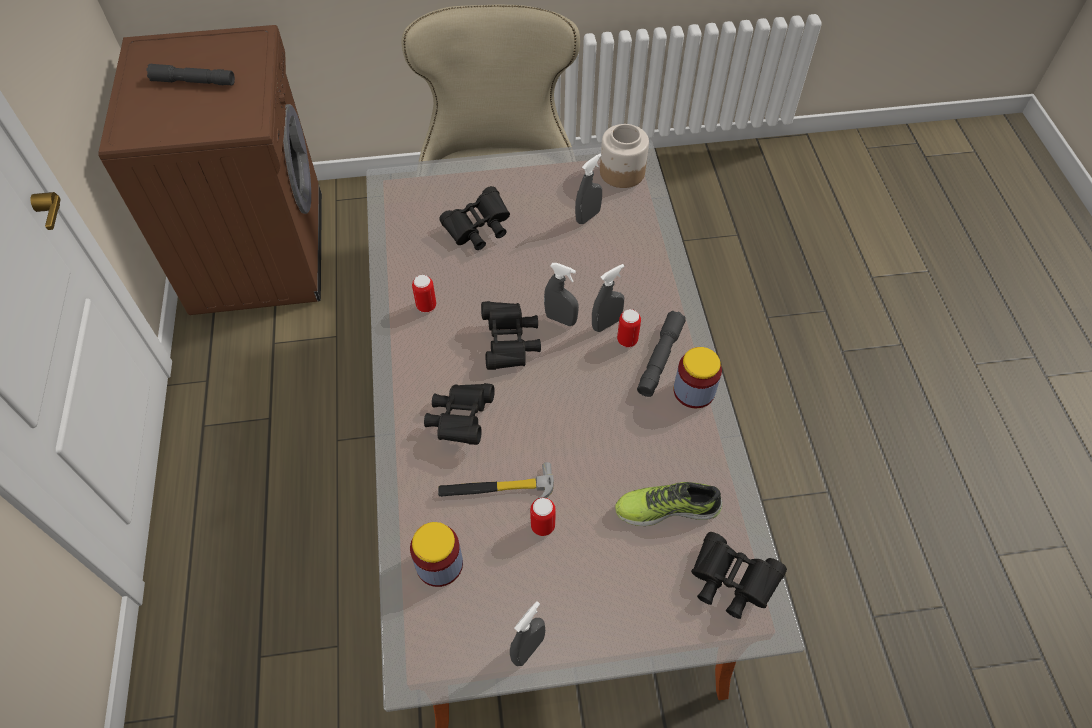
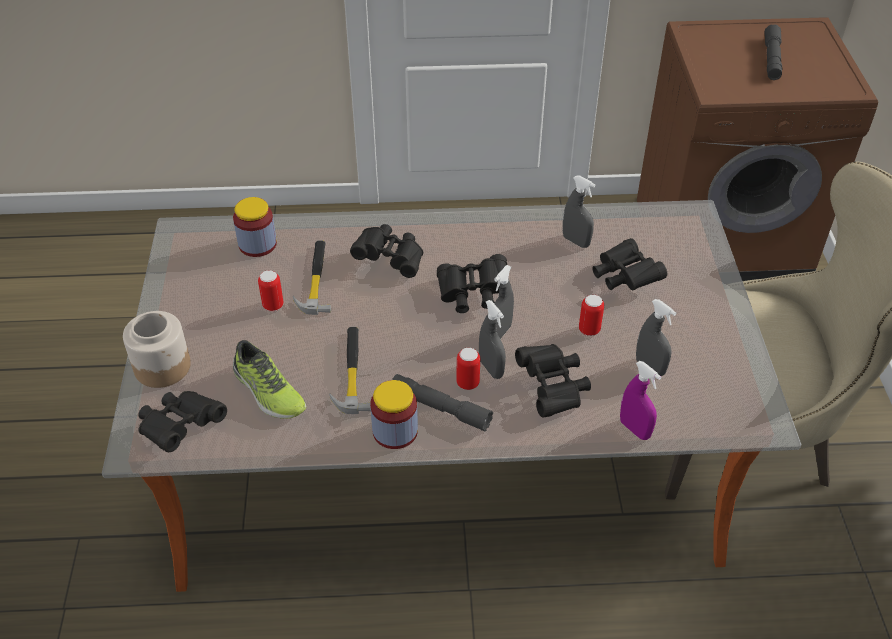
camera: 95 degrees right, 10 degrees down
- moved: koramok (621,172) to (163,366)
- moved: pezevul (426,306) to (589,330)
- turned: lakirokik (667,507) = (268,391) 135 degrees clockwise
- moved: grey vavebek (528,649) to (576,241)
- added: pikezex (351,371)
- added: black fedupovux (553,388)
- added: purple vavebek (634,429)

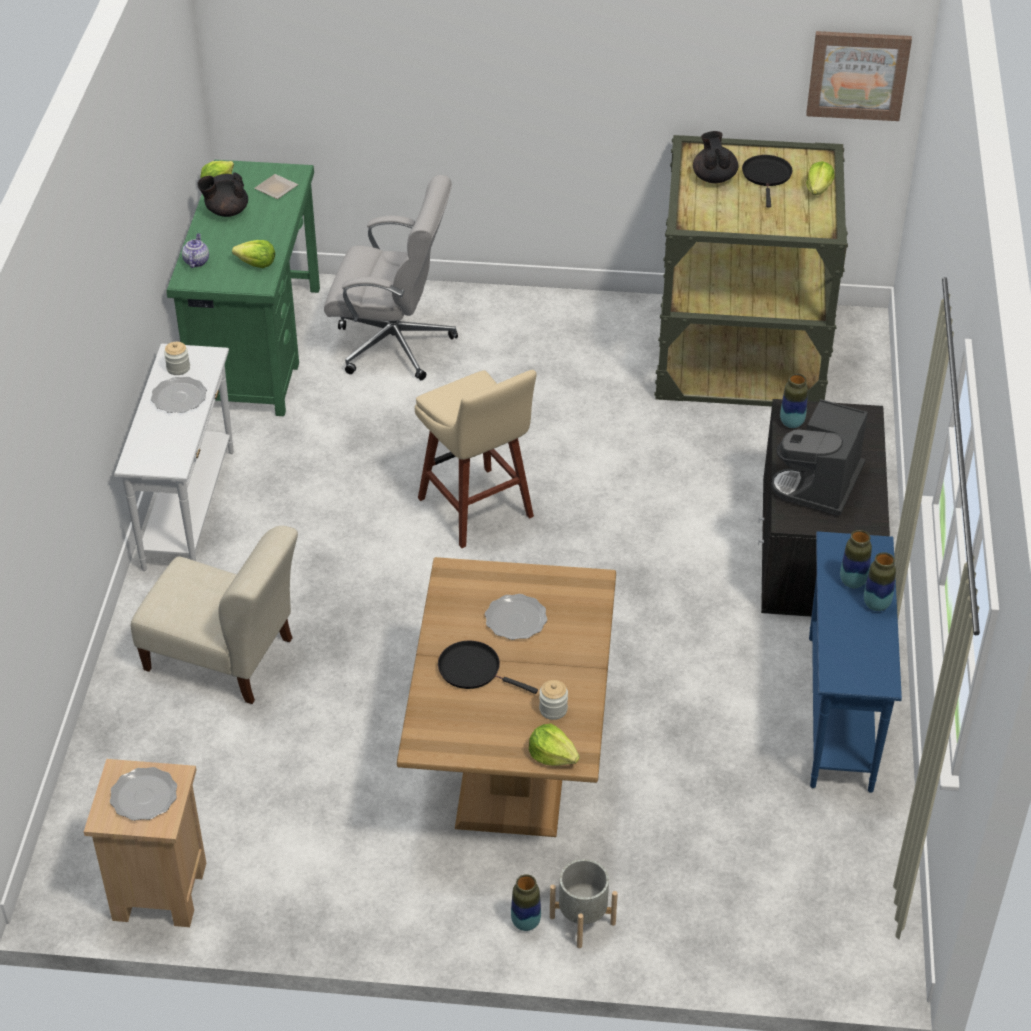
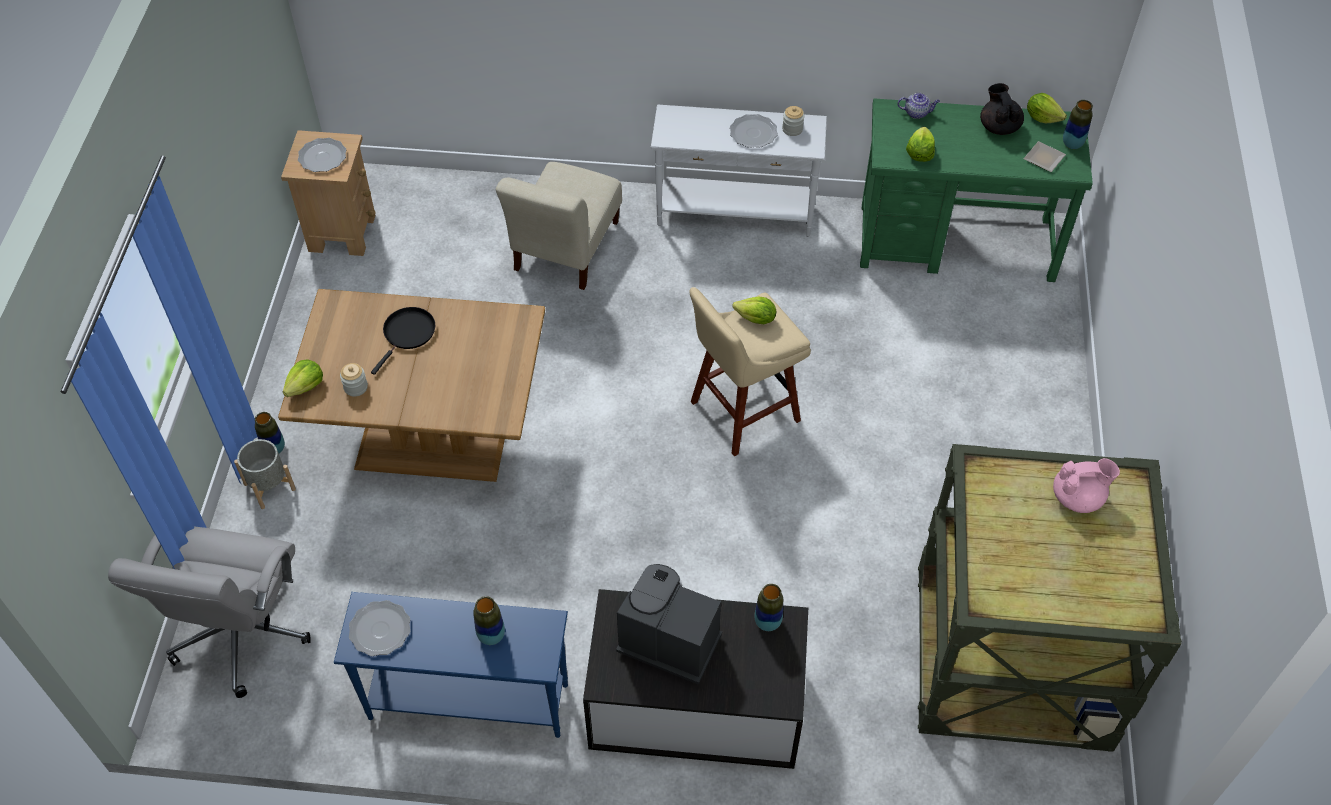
camera: 90 degrees right, 10 degrees up
- removed: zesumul (858,74)
- recoloured: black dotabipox (714,177) to pink dotabipox (1078,497)
- removed: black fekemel (767,176)
- moved: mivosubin (818,189) to (756,319)
- moved: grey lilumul (393,344) to (241,631)
- moved: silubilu (876,604) to (1072,144)
- moved: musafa (515,619) to (380,629)

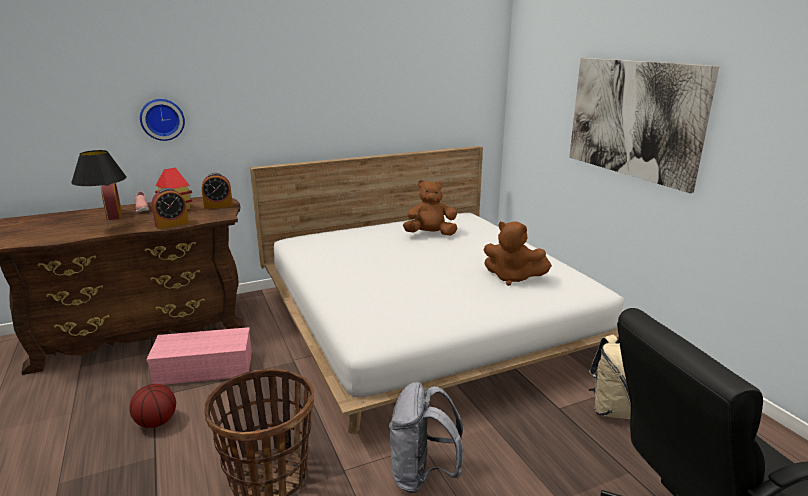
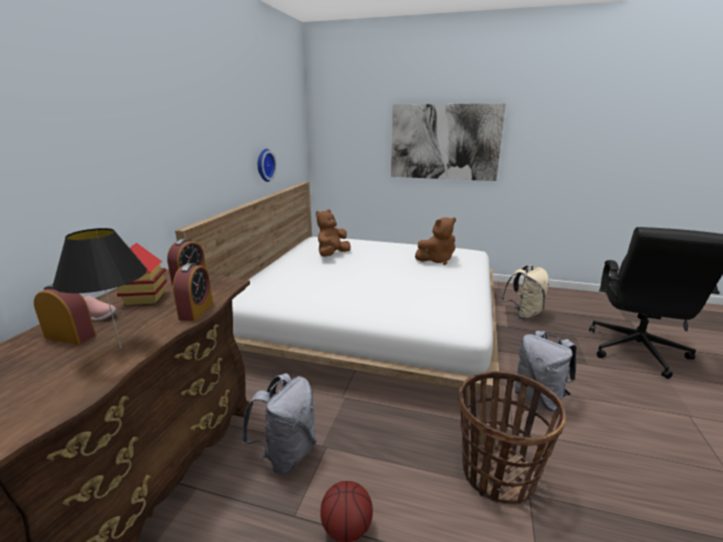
camera: 50 degrees left, 0 degrees up
- moved: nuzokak (162,119) to (264,165)
- replaced: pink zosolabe (206,367) to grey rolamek (286,454)

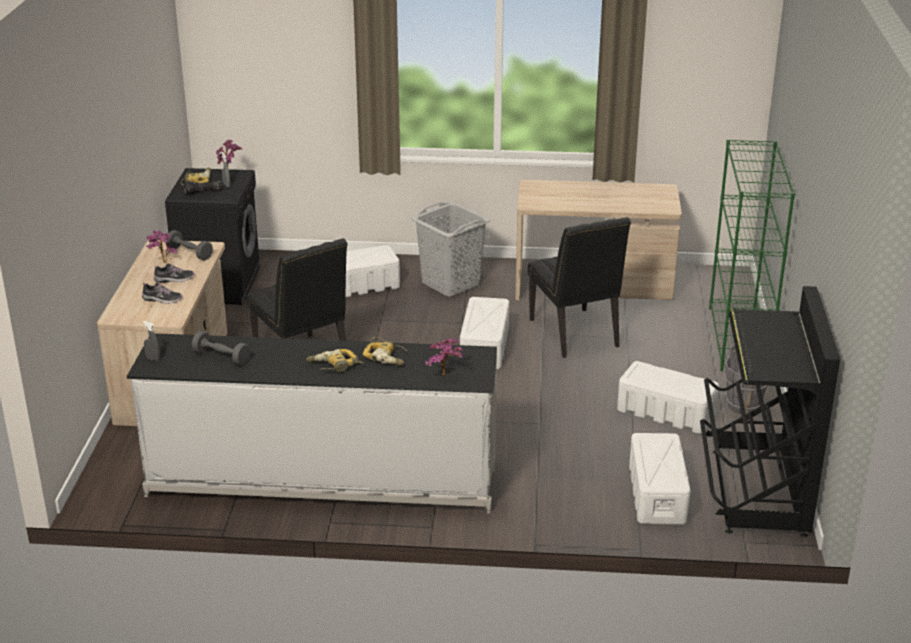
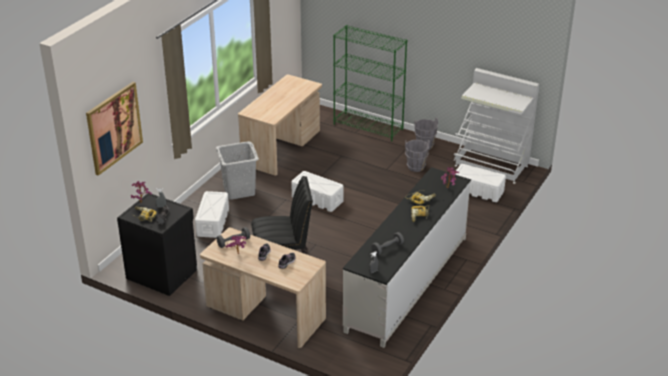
camera: 65 degrees left, 5 degrees up
- removed: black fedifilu (573,333)
- recoloured: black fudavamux (752,491) to white fudavamux (490,167)
- replaced: white zosolabe (665,412) to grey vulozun (416,167)
- added: zesumul (114,127)

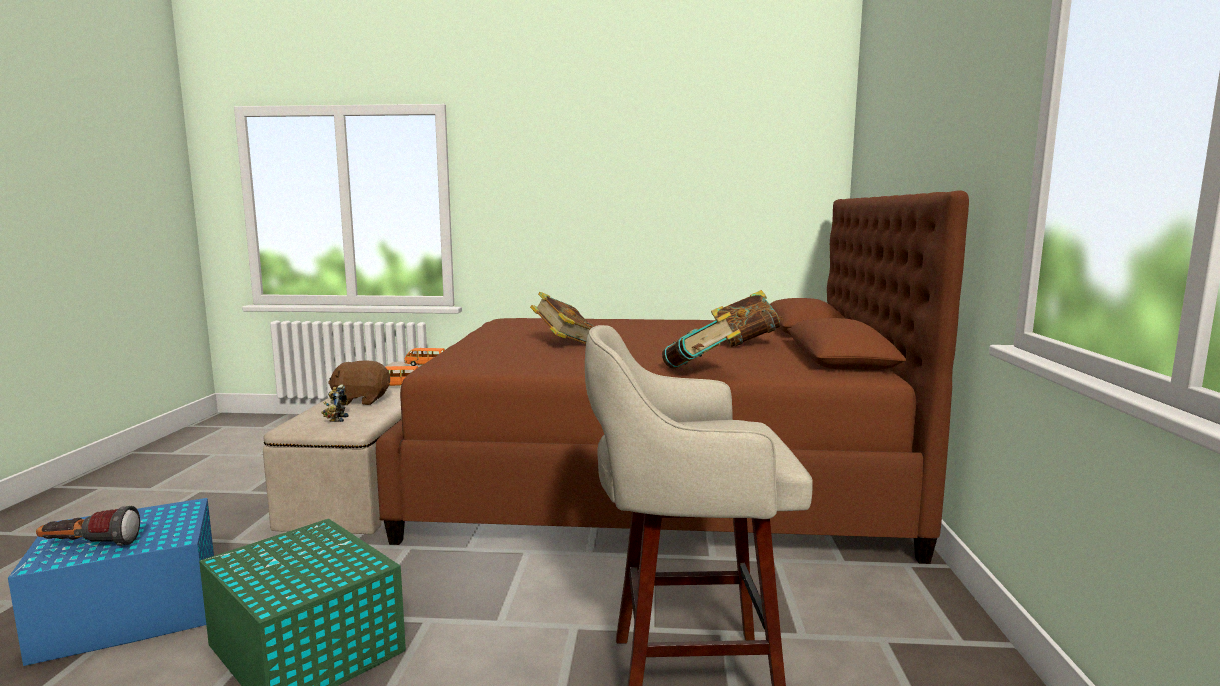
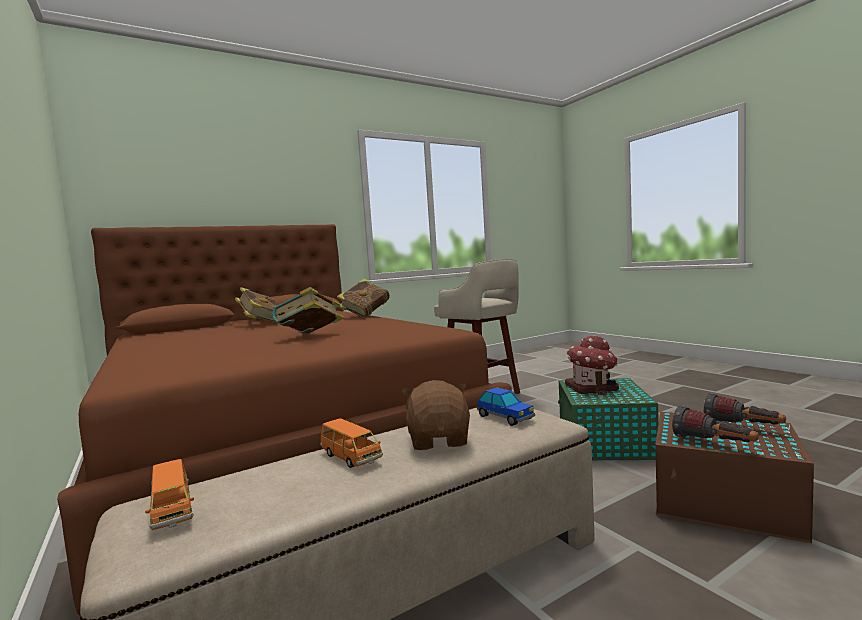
camera: 125 degrees left, 5 degrees down
- turned: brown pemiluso (361,400) = (439,440) 150 degrees counterclockwise
- replaced: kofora (336,419) to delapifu (505,418)
- recoloured: blue zosolabe (128,612) to brown zosolabe (727,503)
- added: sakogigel (592,388)
- added: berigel (714,444)

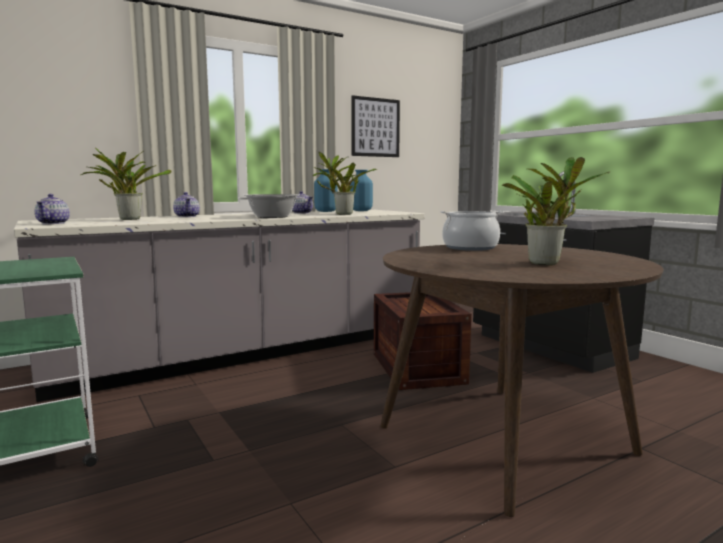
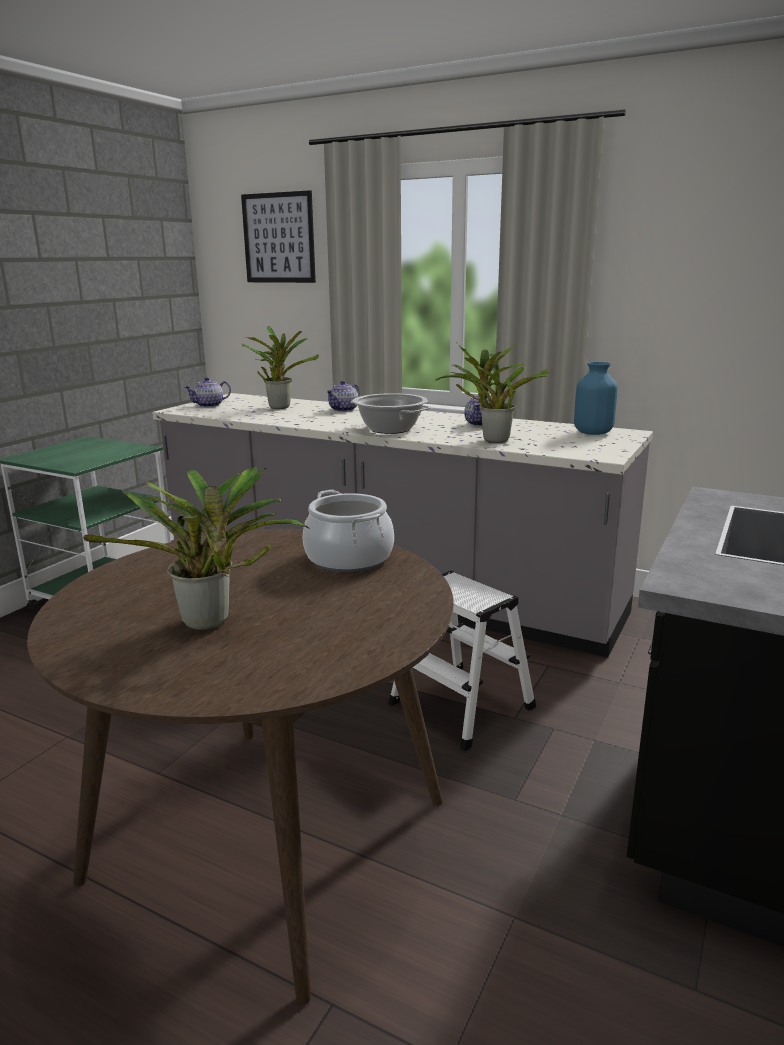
camera: 60 degrees right, 10 degrees up
- moved: zesumul (375,127) to (278,238)
- removed: blue silubilu (325,211)
- replaced: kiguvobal (417,367) to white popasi (462,705)

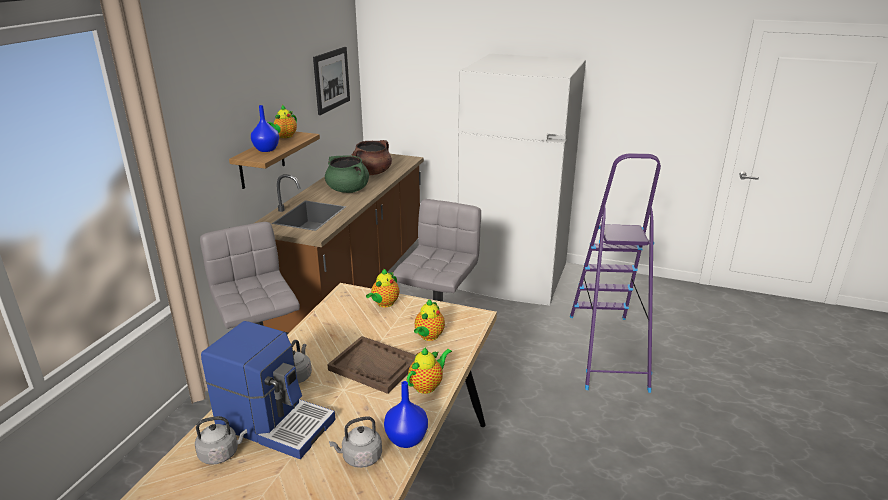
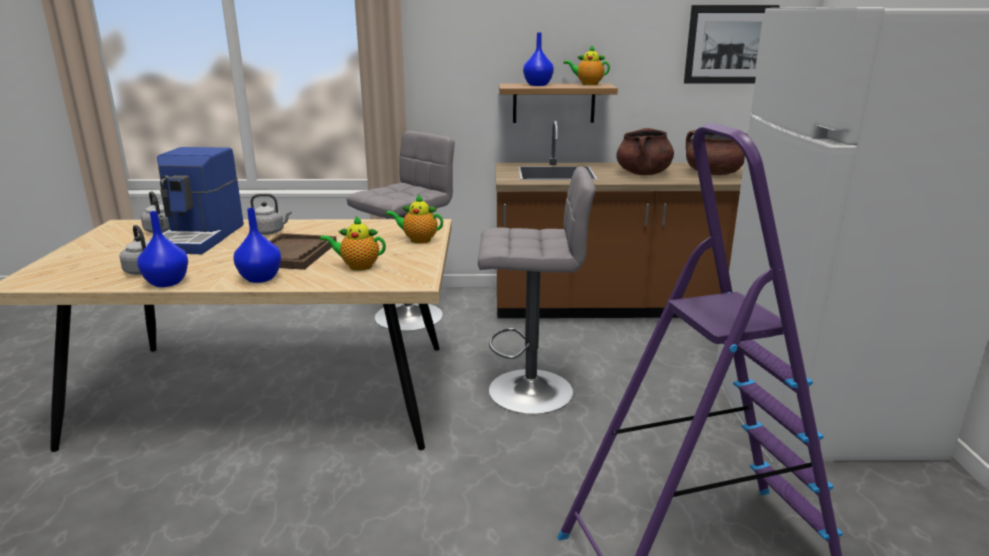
camera: 70 degrees right, 5 degrees down
- recoloured: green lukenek (348,190) to brown lukenek (643,173)
- replaced: dotabipox (427,386) to blue silubilu (259,278)

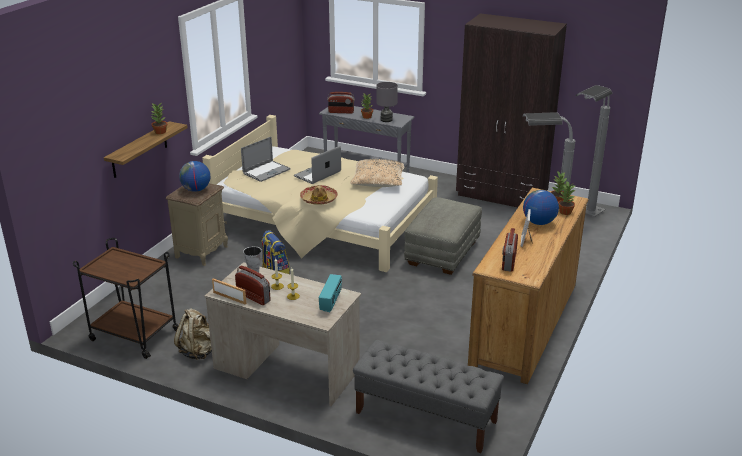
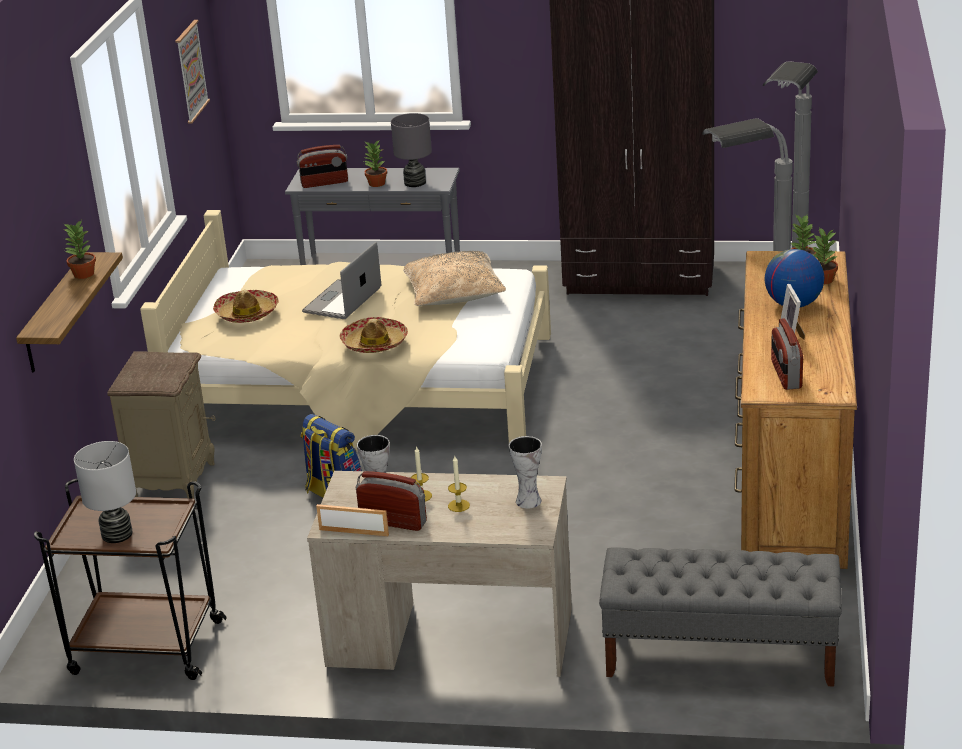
camera: 15 degrees left, 0 degrees up
- replaced: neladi (266,171) to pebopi (247,313)
- removed: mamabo (196,190)
- removed: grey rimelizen (442,253)
- replaced: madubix (331,302) to silubilu (527,500)
- removed: beige rolamek (198,351)
- added: zesumul (191,71)
- added: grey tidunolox (117,535)

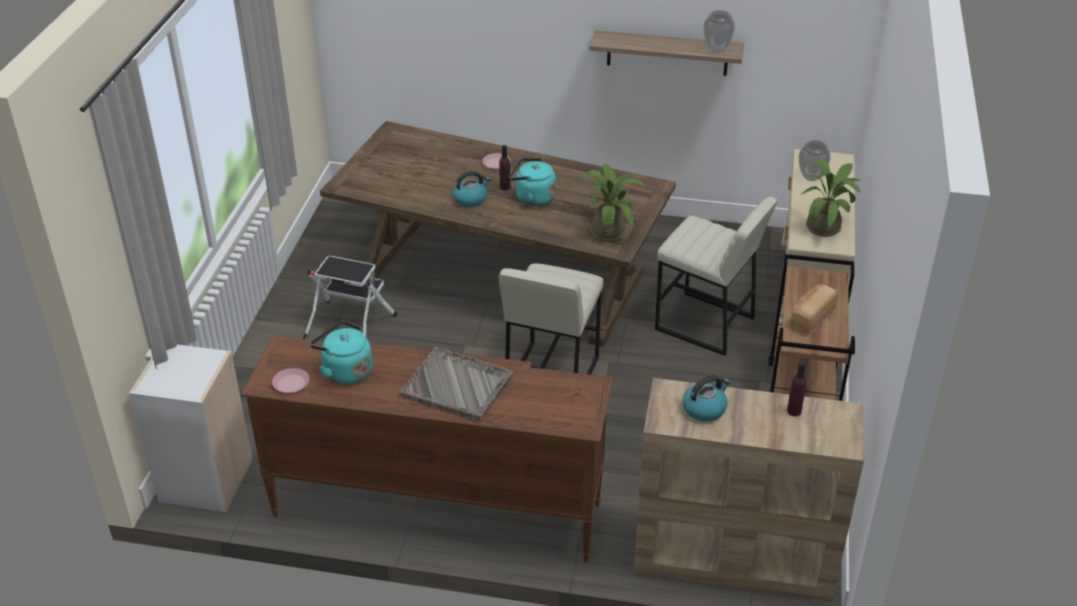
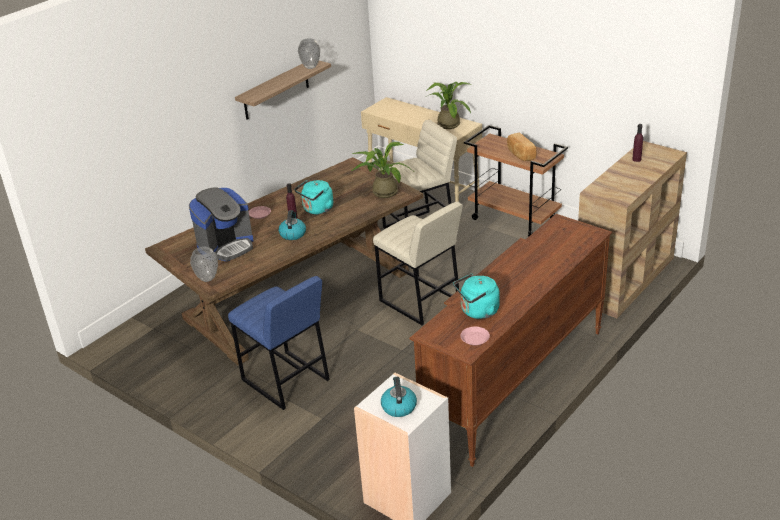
camera: 60 degrees left, 5 degrees down
- moved: silubilu (811,178) to (208,278)
- replaced: popasi (349,327) to blue fedifilu (287,381)
- removed: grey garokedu (458,386)
- moved: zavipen (704,409) to (398,406)
- added: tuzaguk (226,246)

